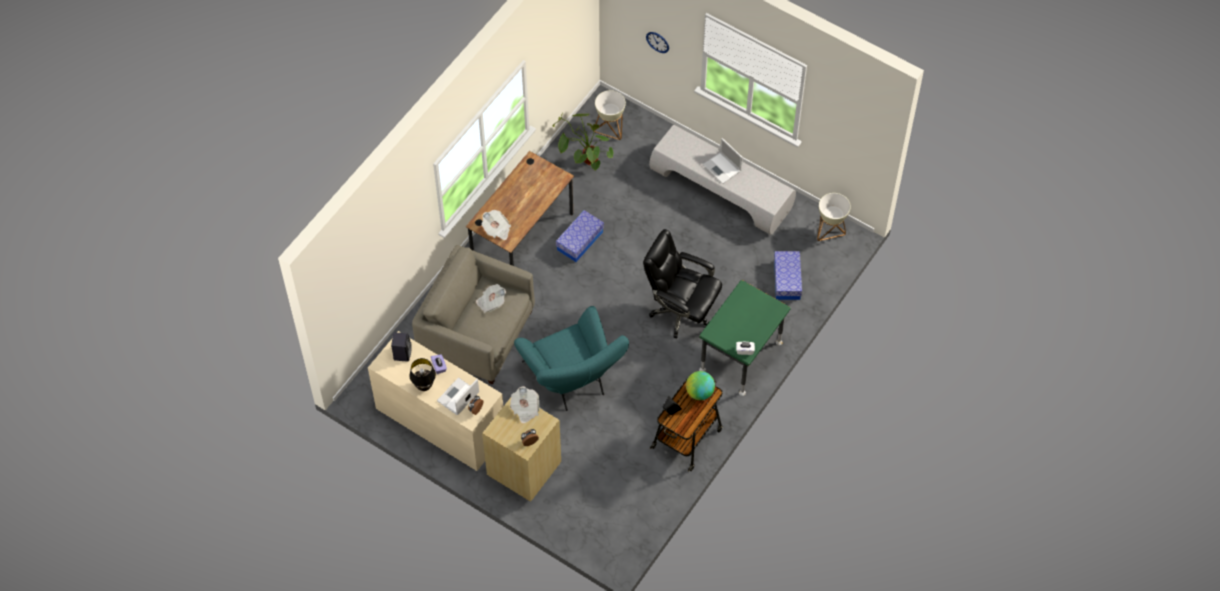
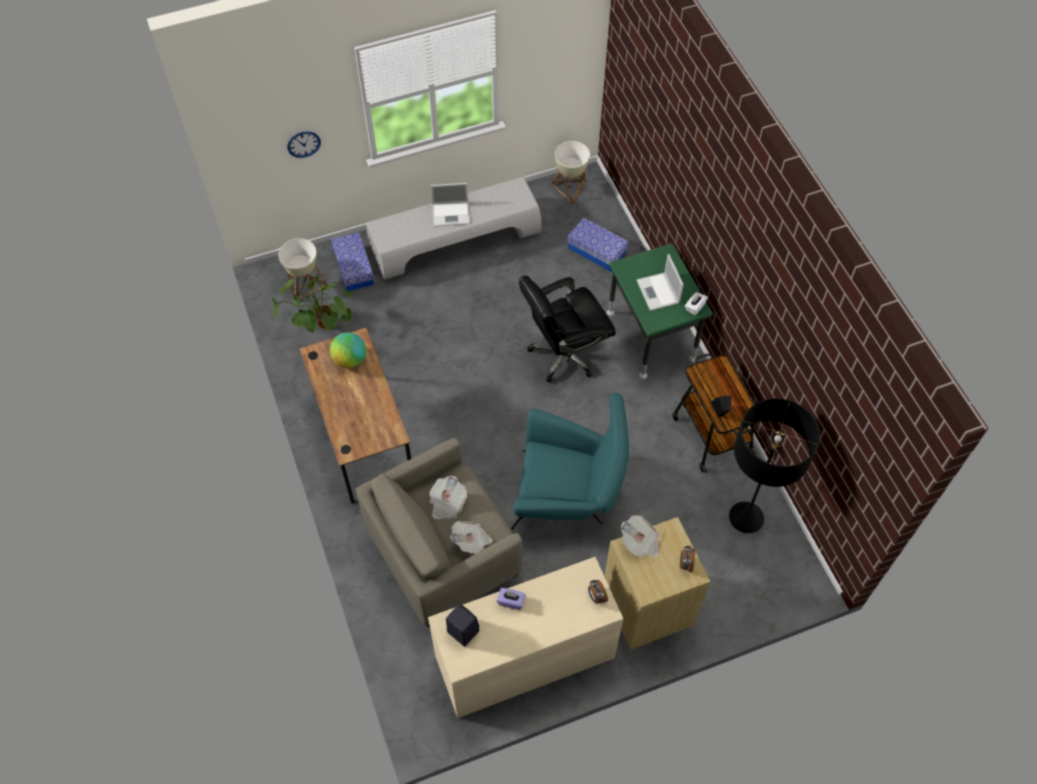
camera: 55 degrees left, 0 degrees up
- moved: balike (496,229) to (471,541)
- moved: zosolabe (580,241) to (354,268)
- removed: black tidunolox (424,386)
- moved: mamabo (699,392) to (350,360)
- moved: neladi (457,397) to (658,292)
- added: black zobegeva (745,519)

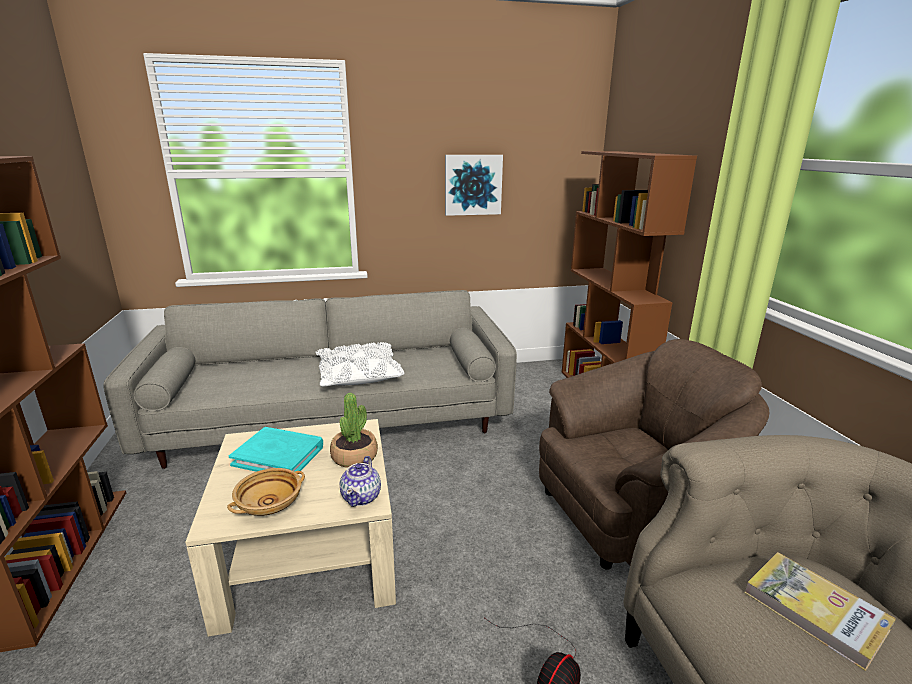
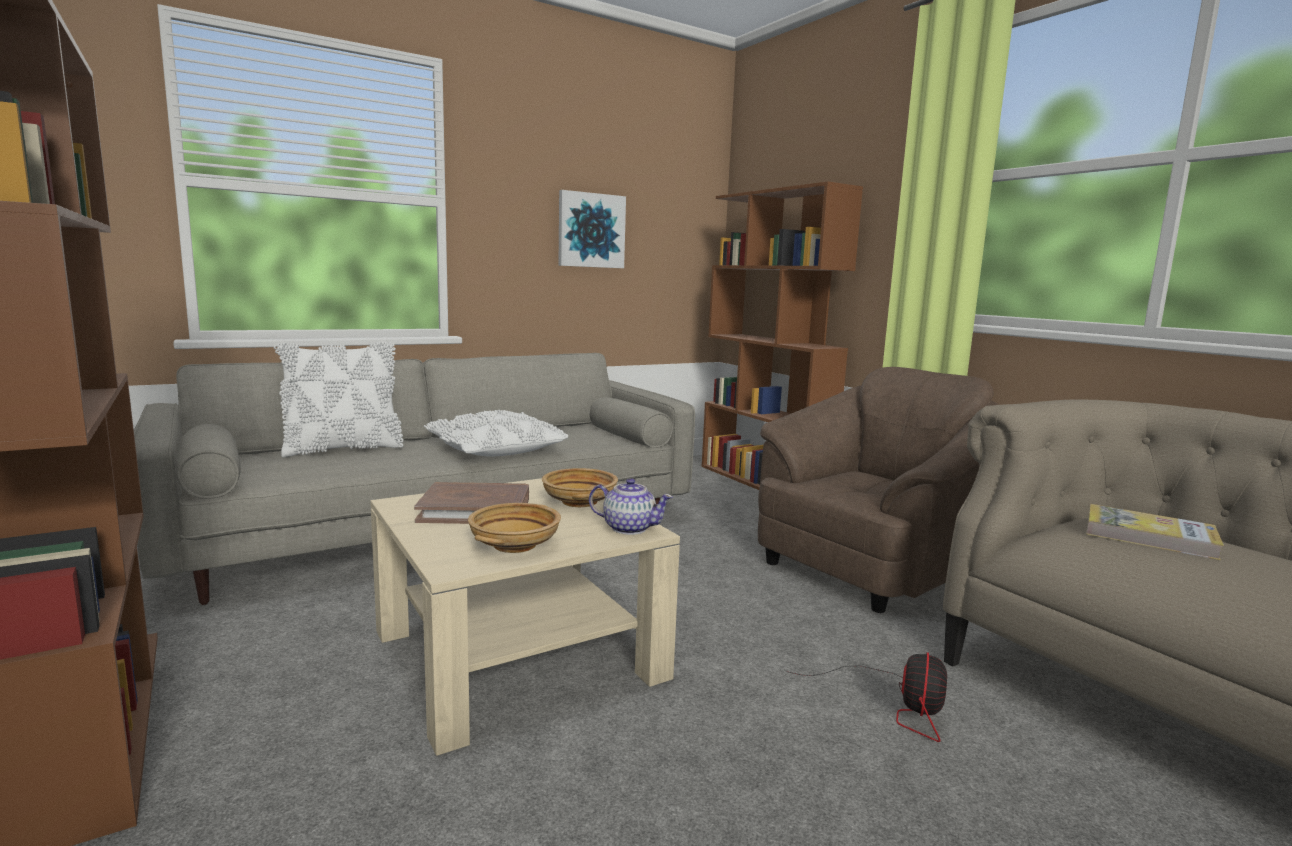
camera: 20 degrees left, 10 degrees down
- replaced: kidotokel (354,456) to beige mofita (580,502)
- recoloured: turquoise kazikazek (279,455) to brown kazikazek (475,509)
- turned: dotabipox (362,497) = (628,528) 60 degrees counterclockwise
- added: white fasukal (343,449)

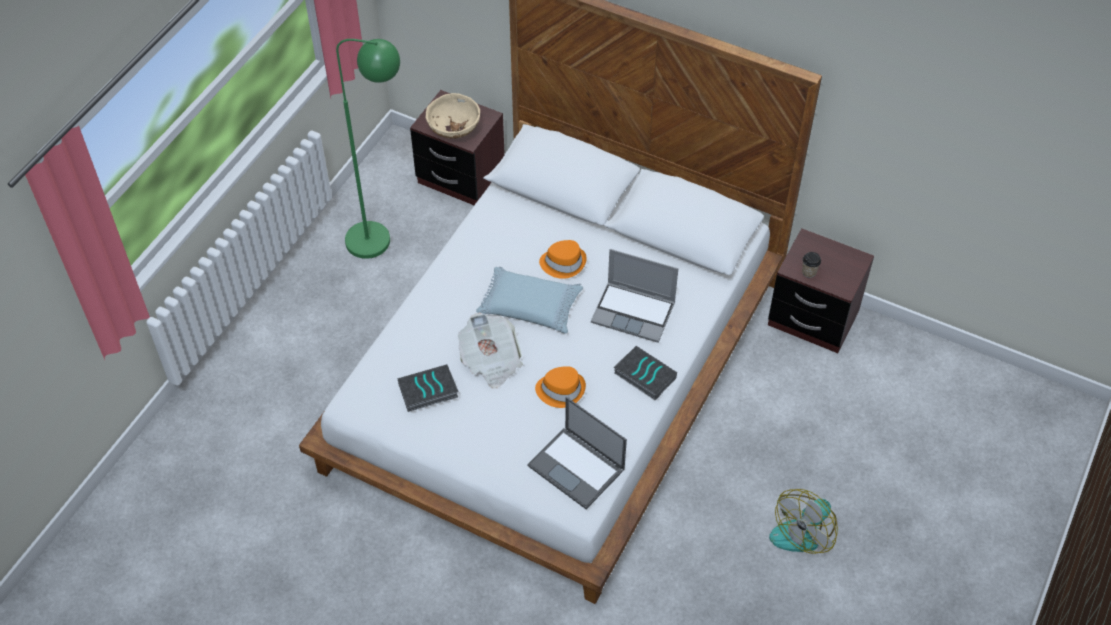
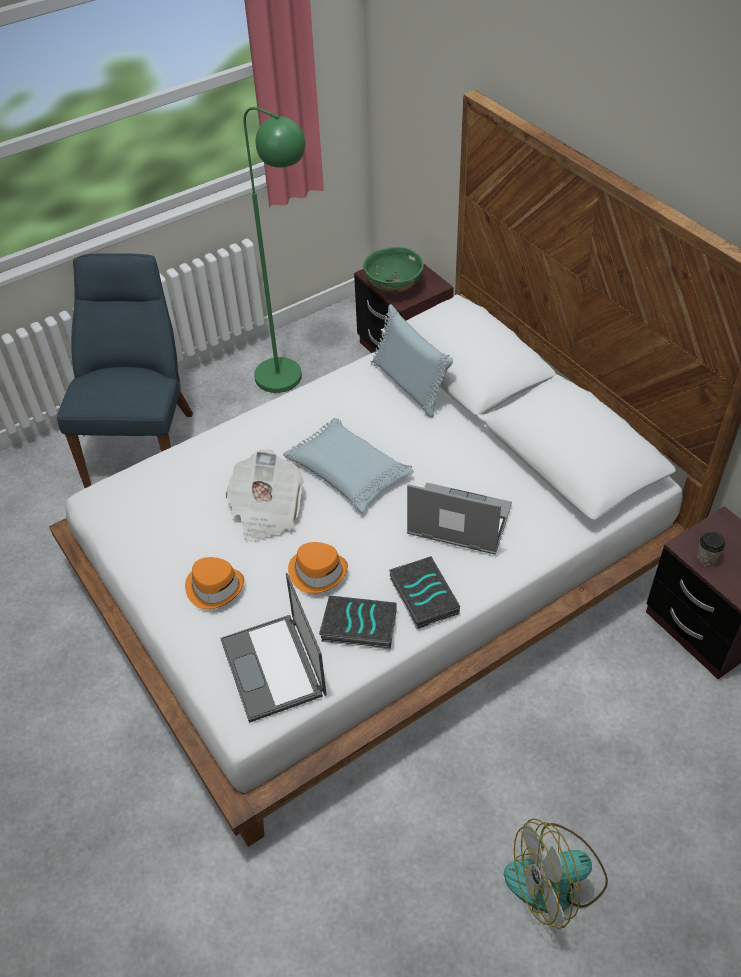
camera: 30 degrees right, 5 degrees down
- recoloured: beige mofita (454,131) to green mofita (393,288)
- moved: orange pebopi (563,263) to (214,587)
- turned: neladi (634,312) = (457,521) 150 degrees clockwise
- moved: kazikazek (427,392) to (358,627)
- added: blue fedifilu (143,444)
- added: blue fasukal (410,385)

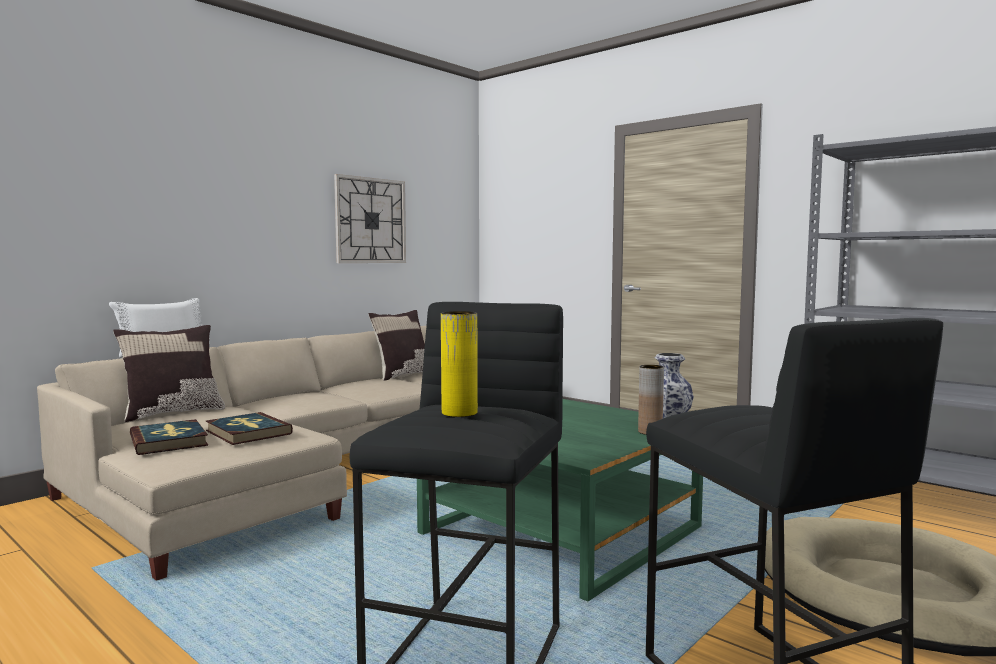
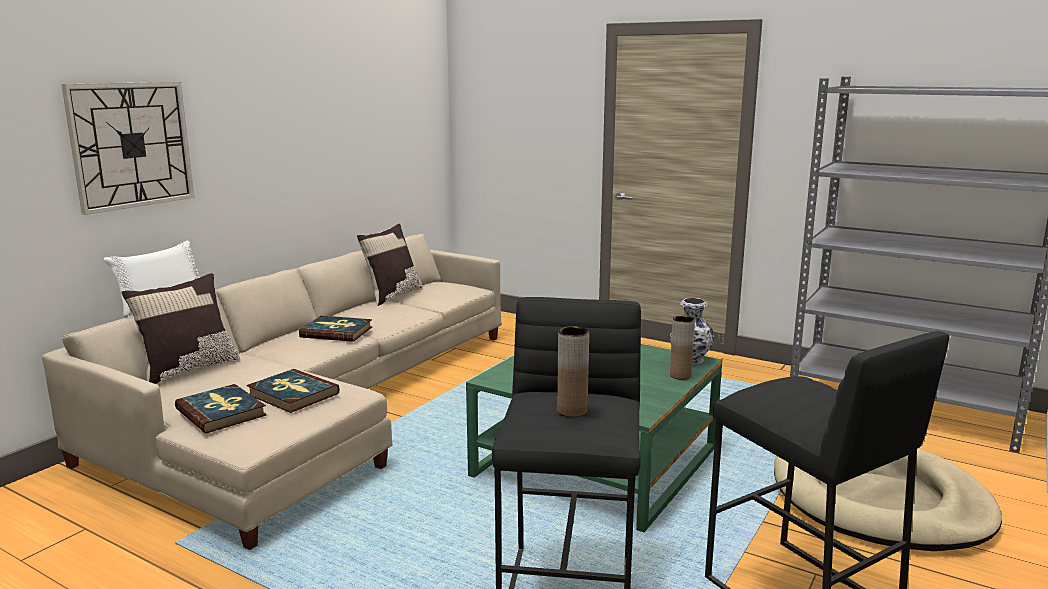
camera: 10 degrees left, 10 degrees up
- moved: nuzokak (370,220) to (131,145)
- recoloured: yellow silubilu (459,413) to brown silubilu (572,411)
- added: kazikazek (337,332)

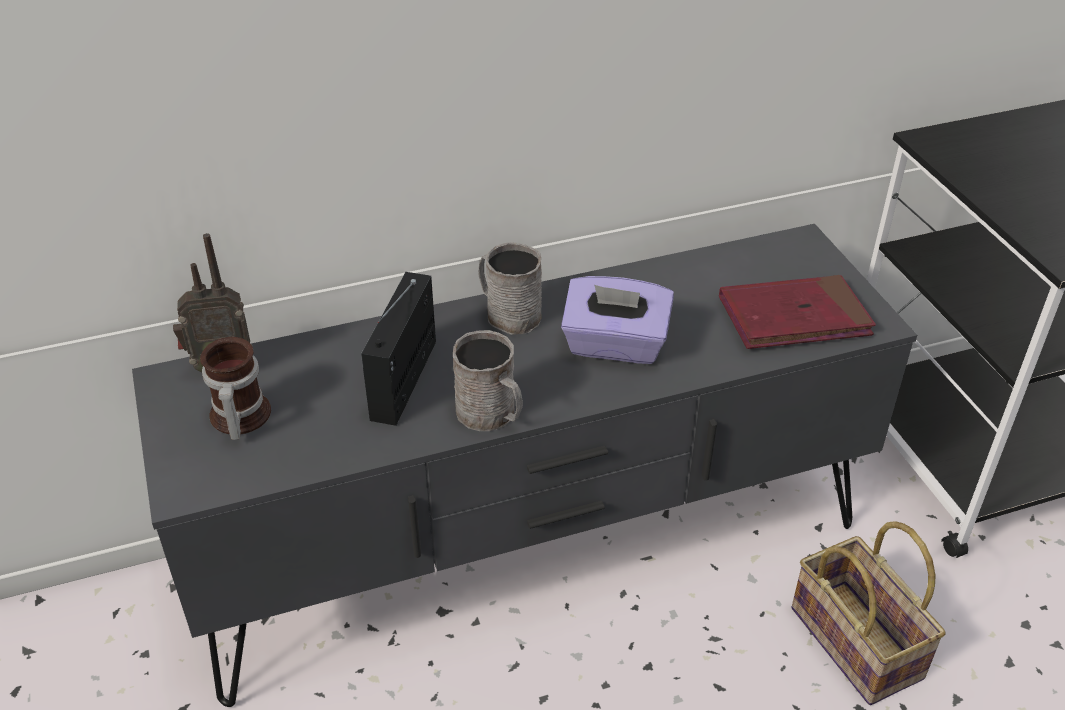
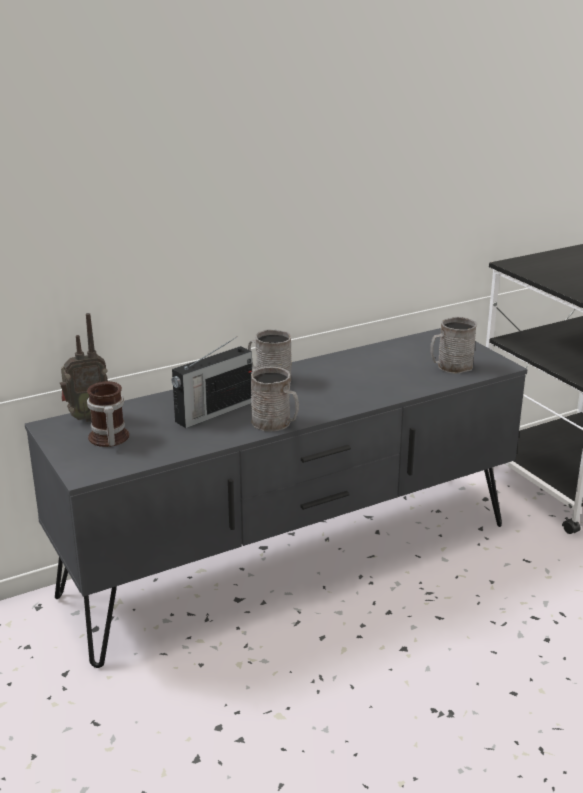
camera: 10 degrees left, 15 degrees down
- turned: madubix (405,378) = (213,412) 135 degrees counterclockwise
- replaced: red kazikazek (794,318) to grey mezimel (450,367)
- removed: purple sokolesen (615,345)
- removed: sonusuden (860,644)

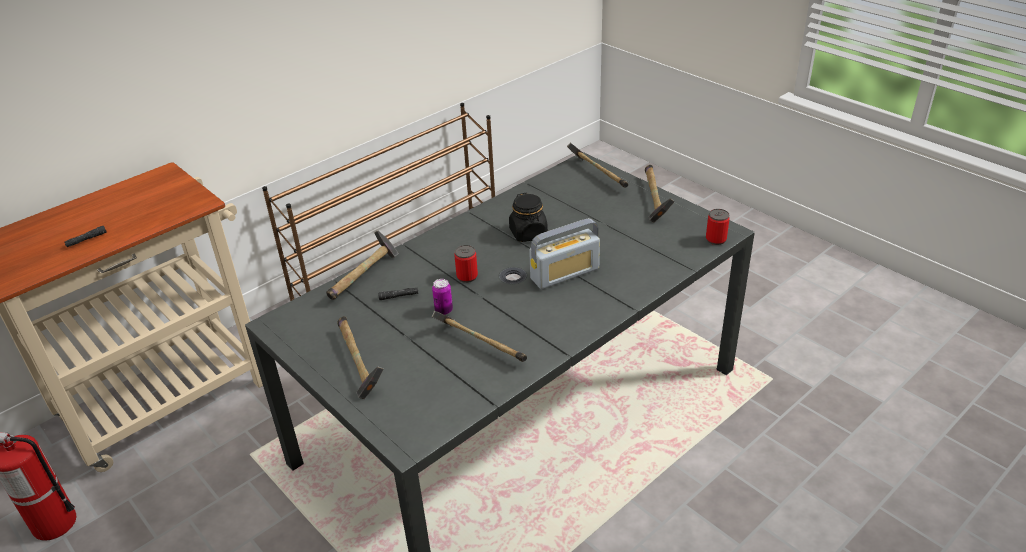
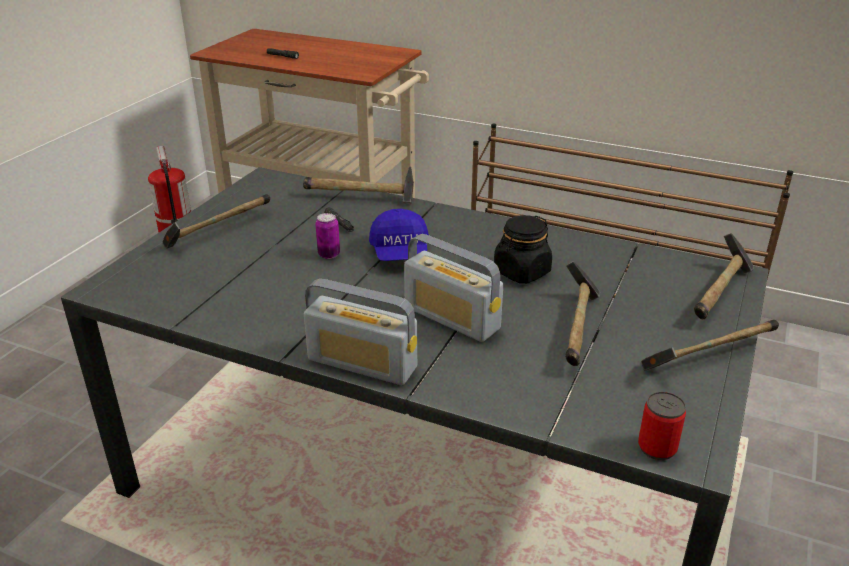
camera: 65 degrees right, 5 degrees down
- replaced: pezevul (467,276) to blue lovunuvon (400,253)
- moved: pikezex (479,345) to (578,329)
- added: madubix (362,363)

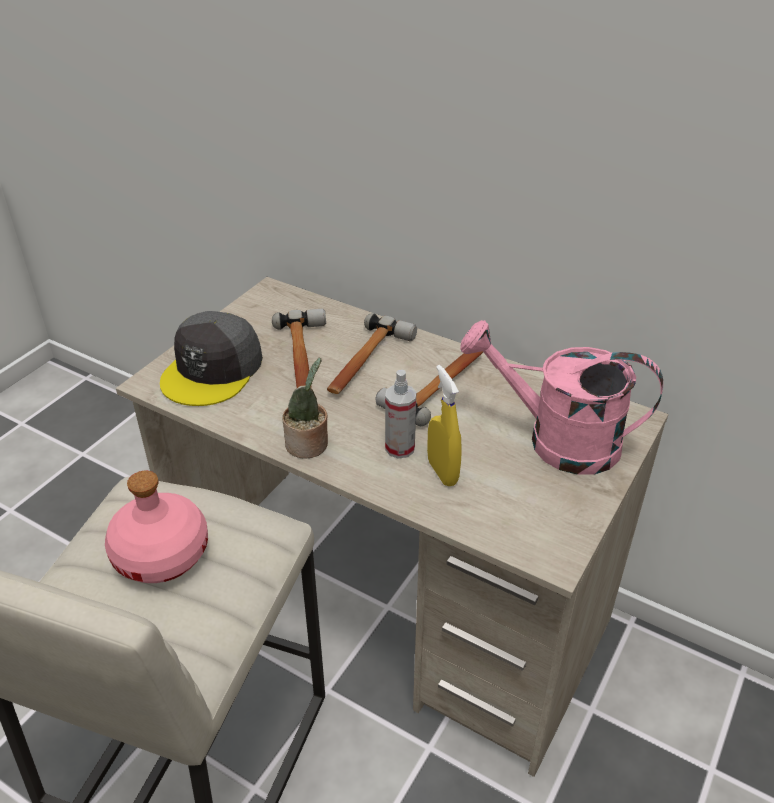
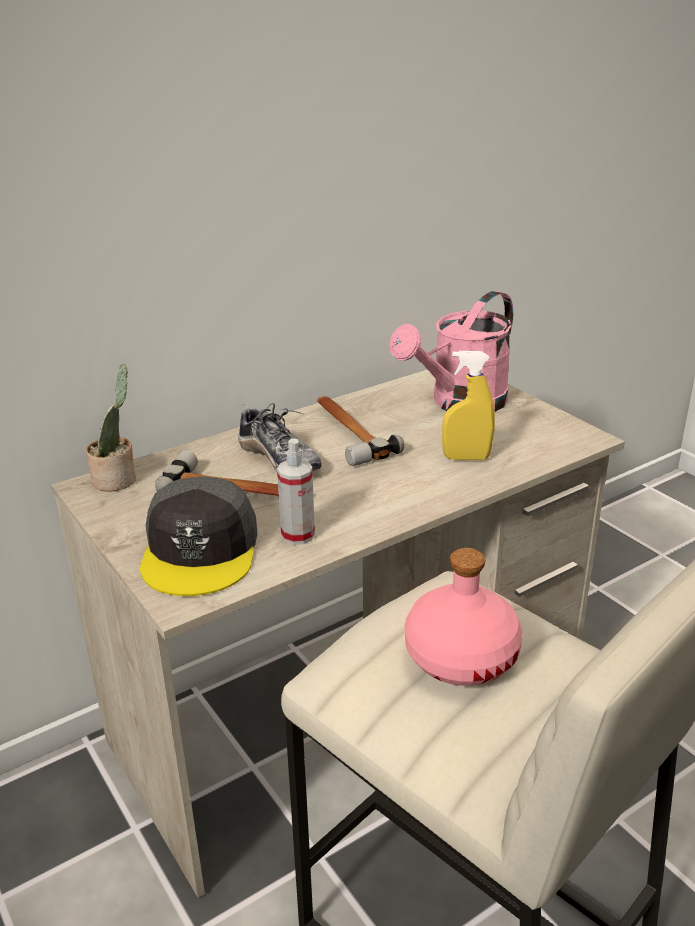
camera: 65 degrees left, 10 degrees down
- turned: grey lovunuvon (213,370) = (201,550) 45 degrees clockwise
- replaced: pikezex (366,362) to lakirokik (279,459)
- moved: kidotokel (309,445) to (117,479)
- moved: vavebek (400,448) to (298,535)

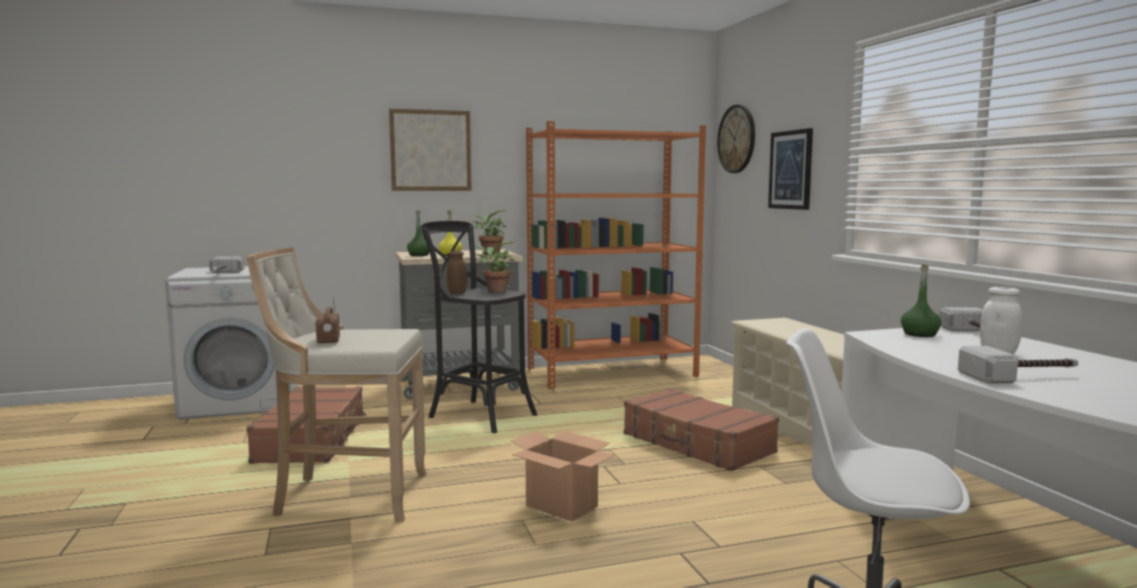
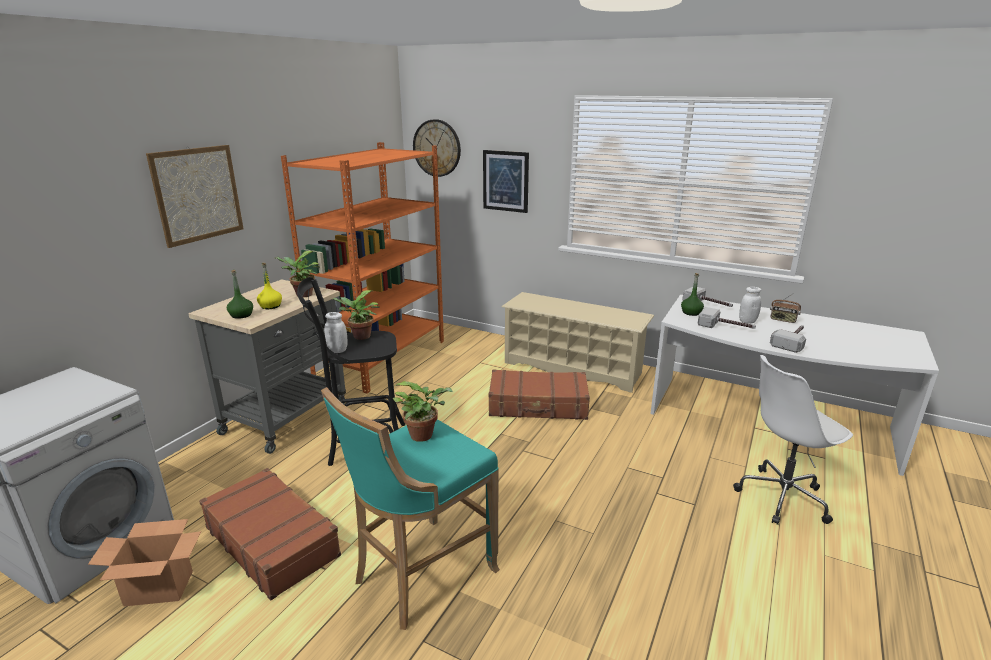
camera: 45 degrees left, 15 degrees up
- recoloured: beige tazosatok (347,496) to turquoise tazosatok (420,575)
- recoloured: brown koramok (457,293) to white koramok (337,350)
- moved: pikezex (222,274) to (726,327)
- moved: madubix (328,341) to (783,320)
- moved: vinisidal (562,506) to (160,588)
- added: kidotokel (424,435)

